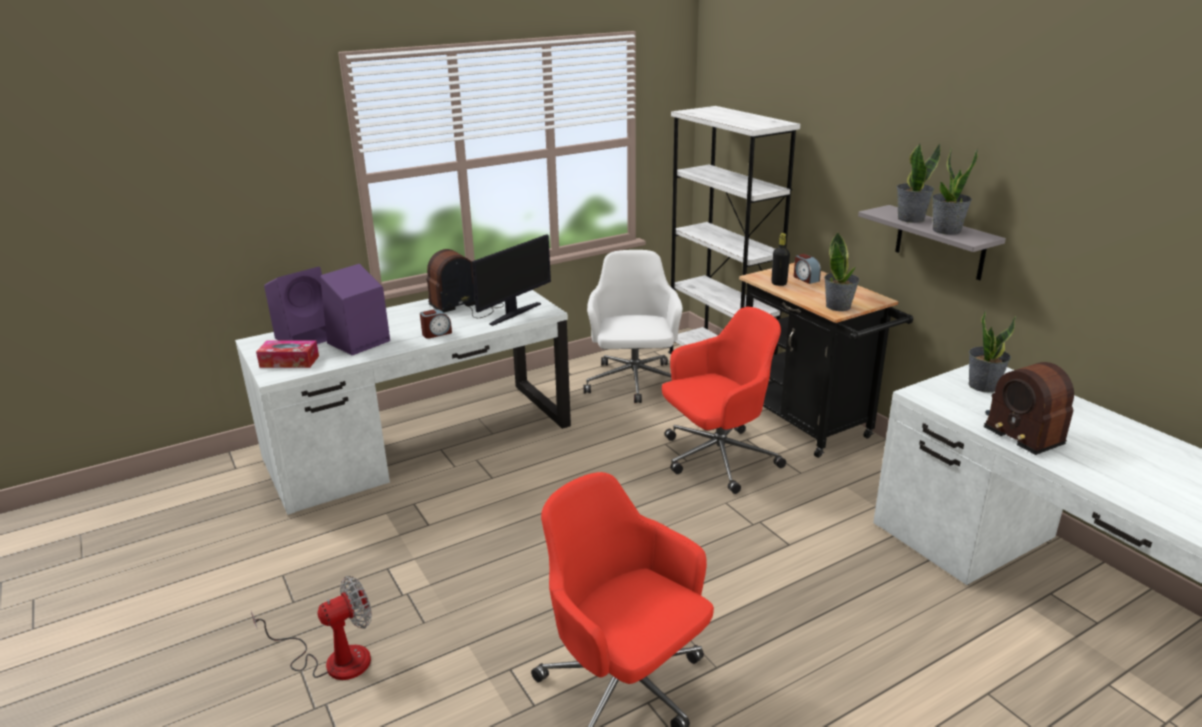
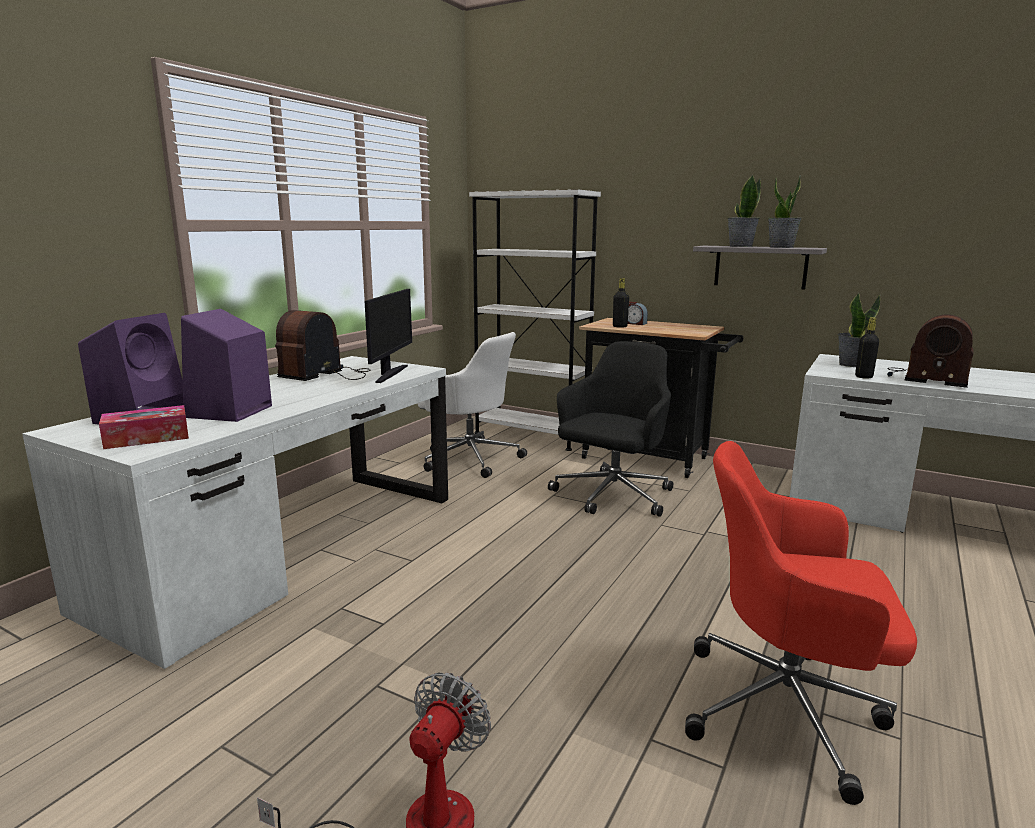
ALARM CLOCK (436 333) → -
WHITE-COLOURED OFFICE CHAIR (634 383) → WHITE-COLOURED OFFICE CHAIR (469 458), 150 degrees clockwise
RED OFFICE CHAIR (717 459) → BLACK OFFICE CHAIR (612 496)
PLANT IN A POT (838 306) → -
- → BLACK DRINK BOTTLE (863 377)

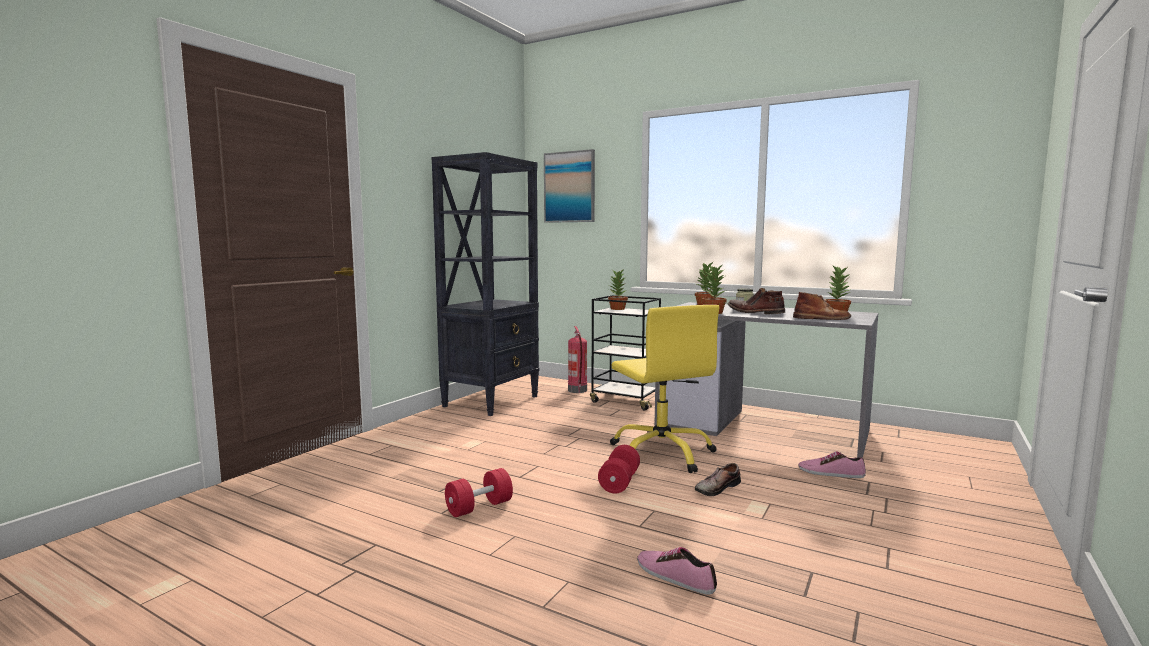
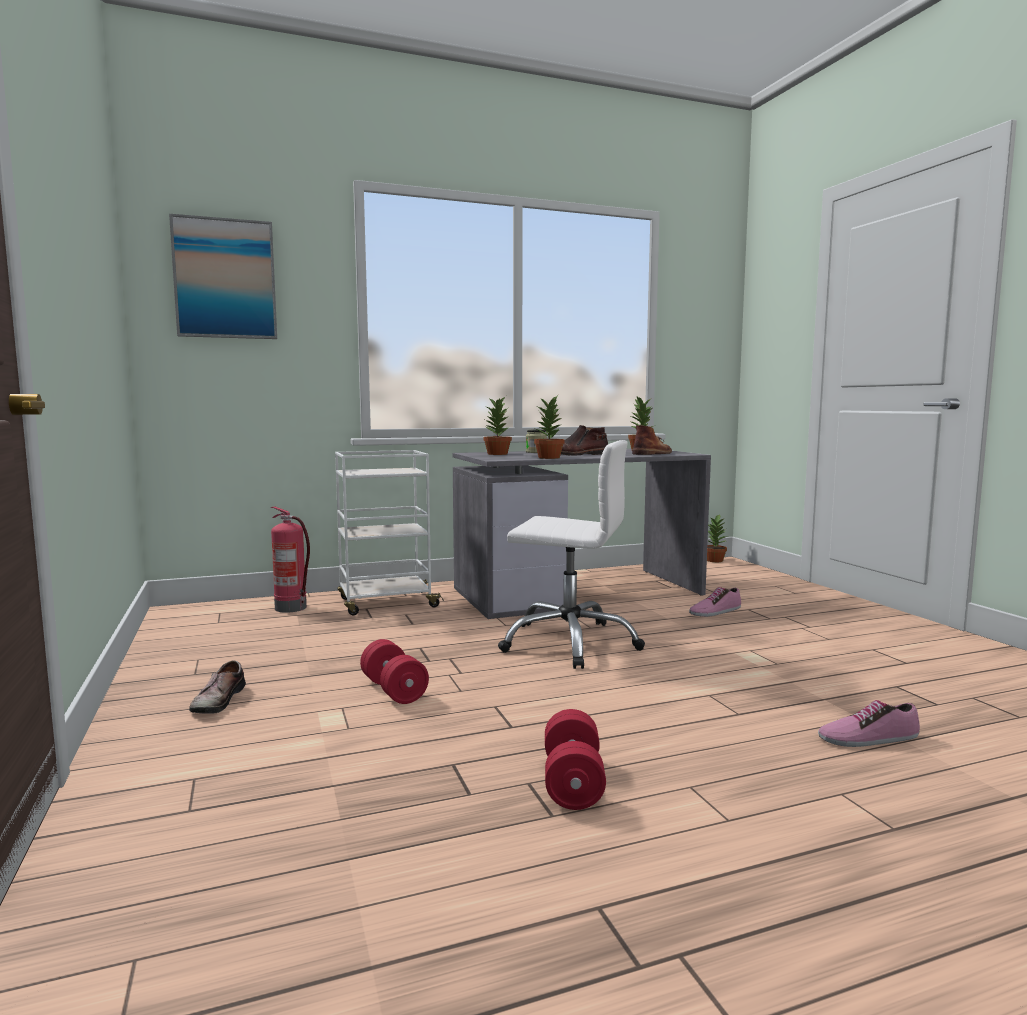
BLACK BOOKSHELF (492 401) → -
BLACK TROLLEY (626 401) → WHITE-COLOURED TROLLEY (386 603)
RED HAND WEIGHT (619 482) → RED HAND WEIGHT (394 690), relocated
PLANT IN A POT (618 309) → PLANT IN A POT (715 560), relocated
YELLOWISH OFFICE CHAIR (662 453) → WHITE-COLOURED OFFICE CHAIR (570 642)
SHOE (716 488) → SHOE (216 701), relocated

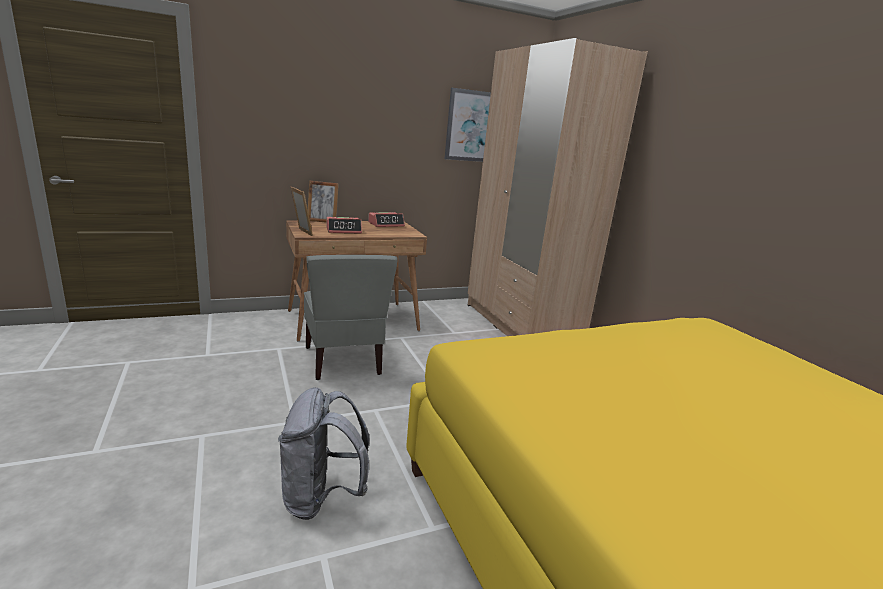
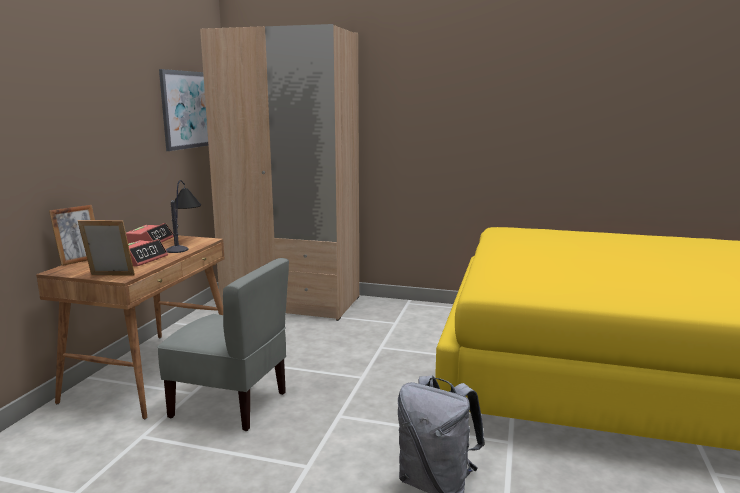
- → TABLETOP LAMP (184 244)

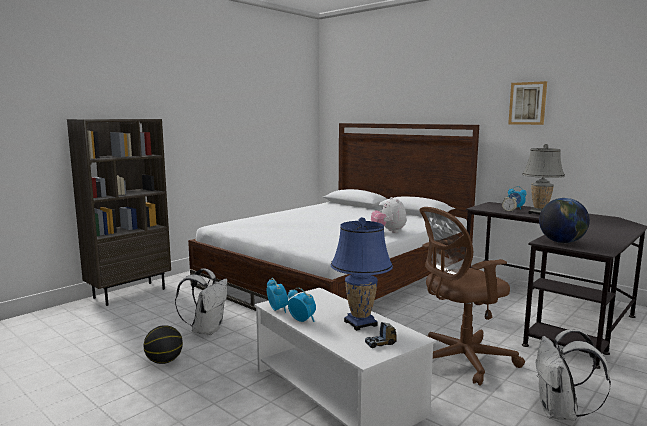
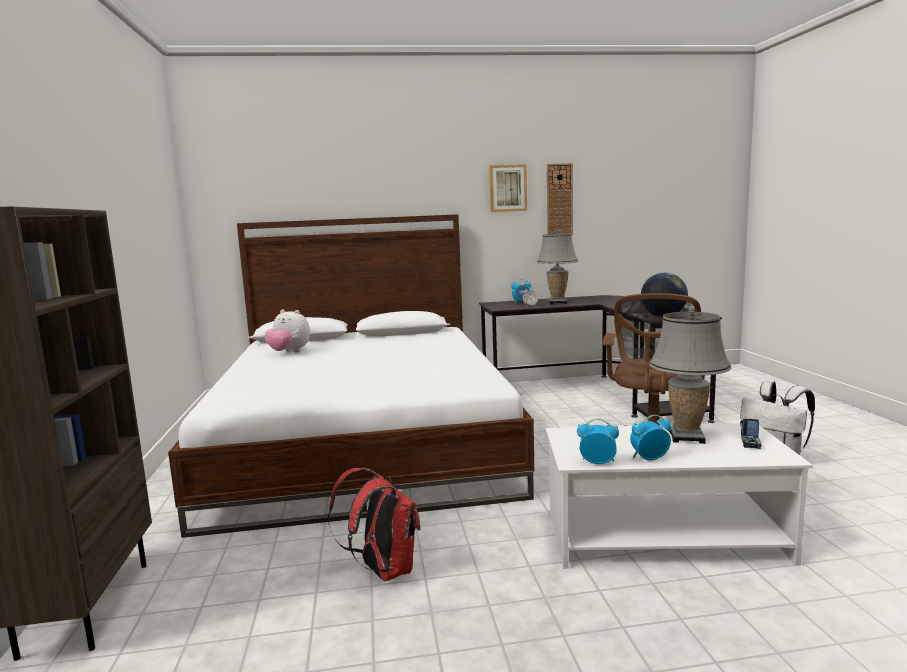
BASKETBALL (164 361) → -
WHITE-COLOURED KNAPSACK (206 330) → RED KNAPSACK (383 570)
BLUE TABLETOP LAMP (360 323) → GREY TABLETOP LAMP (687 437)
SOFT TOY (388 231) → SOFT TOY (289 352), relocated
- → WALL CLOCK (559 200)

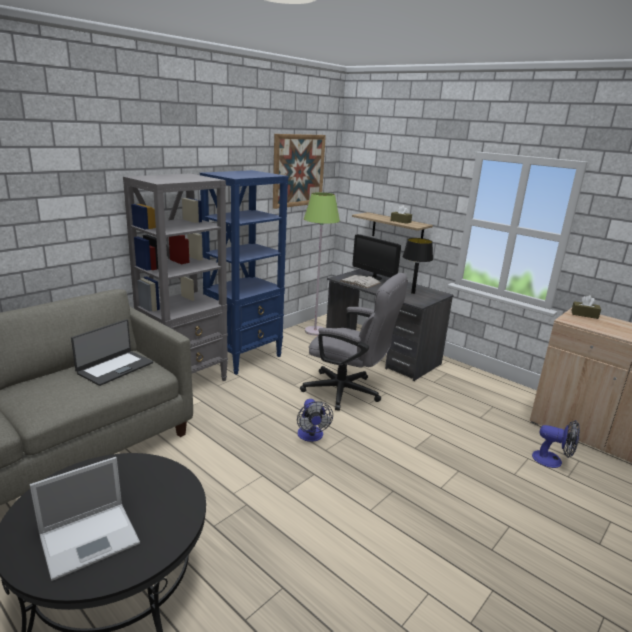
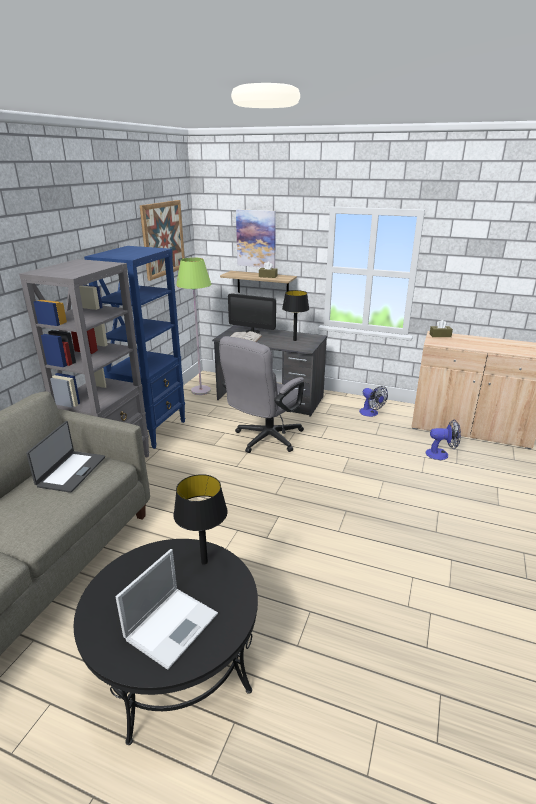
FAN (311 436) → FAN (371 413), relocated
GREY OFFICE CHAIR (348 393) → GREY OFFICE CHAIR (264 440), 120 degrees clockwise
- → BLACK TABLETOP LAMP (204 562)
- → WALL ART (256 238)

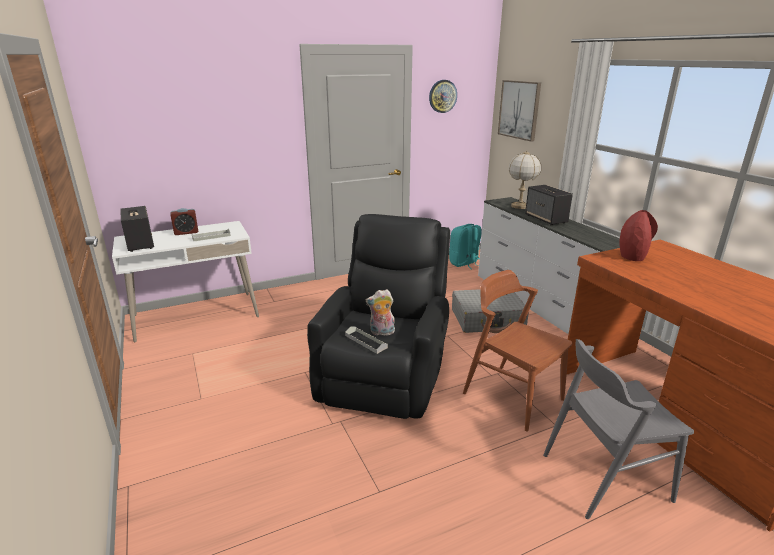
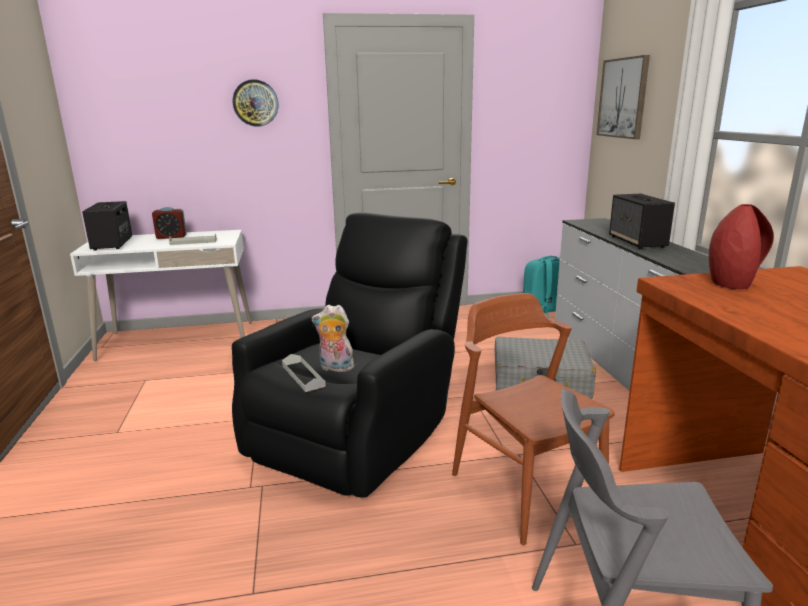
WALL CLOCK (442 96) → WALL CLOCK (255 103), relocated
TABLETOP LAMP (520 206) → -

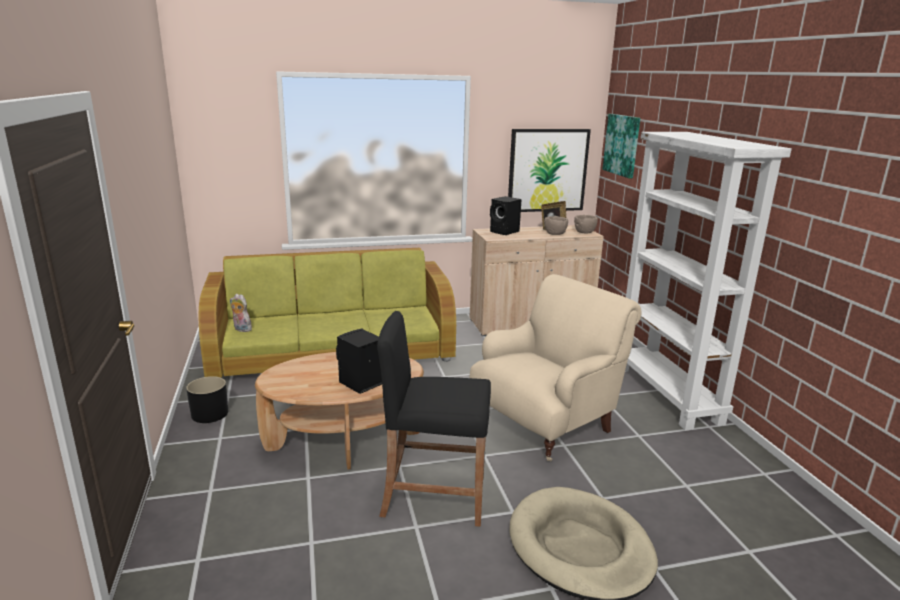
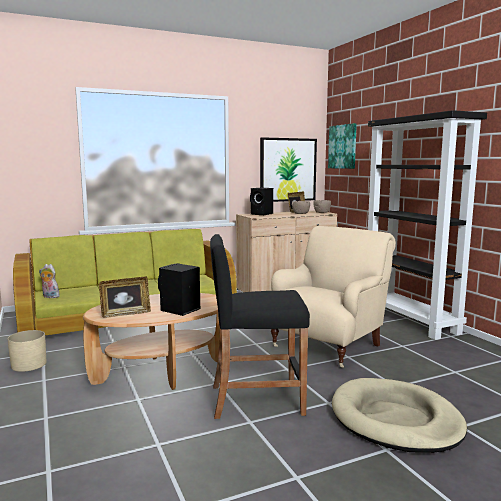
BLACK PLANTER (210 414) → SAND-COLOURED PLANTER (29 365)
WHITE-COLOURED BOOKSHELF (668 394) → BLACK BOOKSHELF (410 320)
- → PHOTO FRAME (125 314)

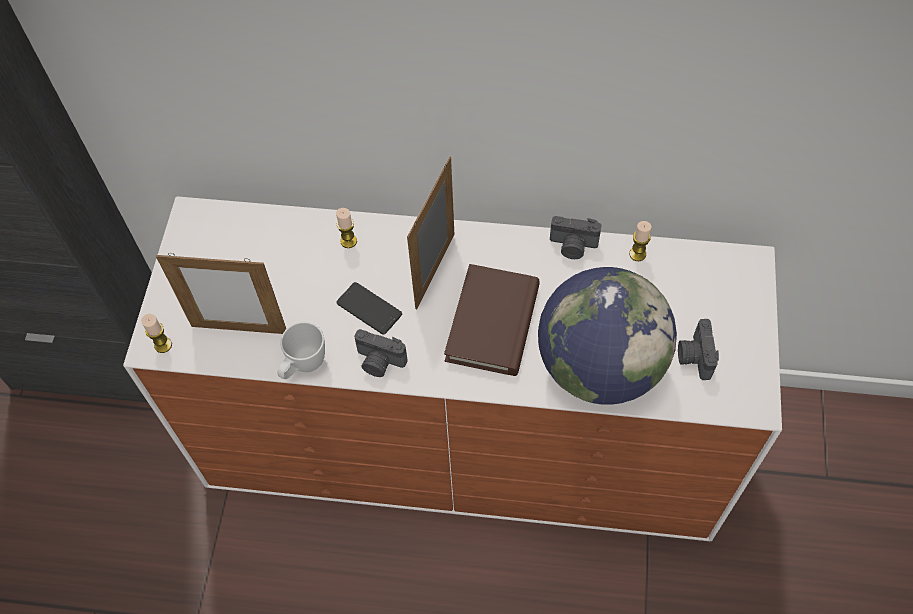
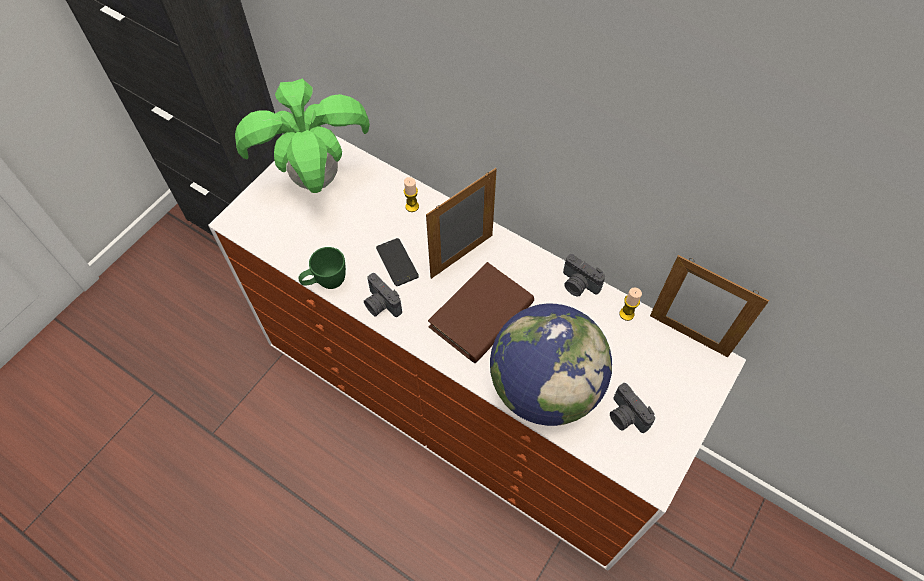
CANDLE (163 345) → -
PHOTO FRAME (239 329) → PHOTO FRAME (688 335), relocated
WHITE-COLOURED TEA MUG (303 367) → GREEN TEA MUG (325 283)
PHOTO CAMERA (694 357) → PHOTO CAMERA (625 416), 60 degrees counterclockwise
- → PLANT IN A POT (316 179)

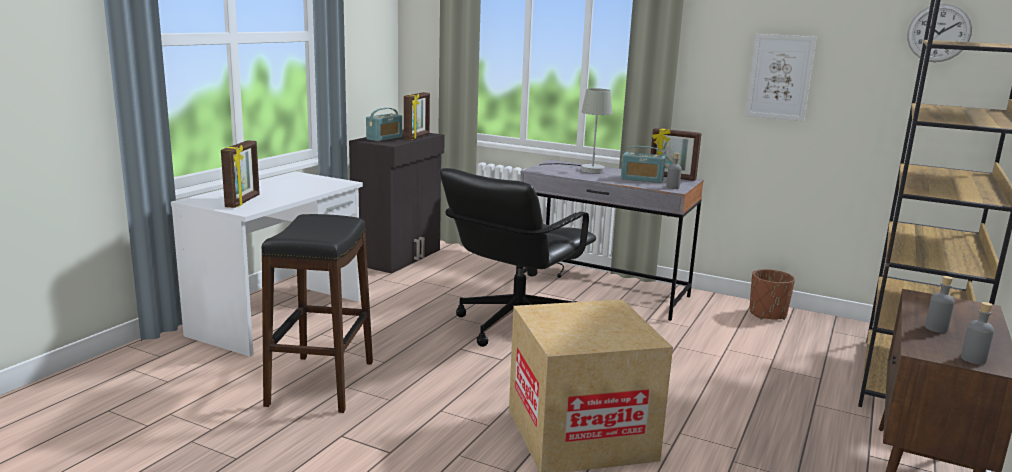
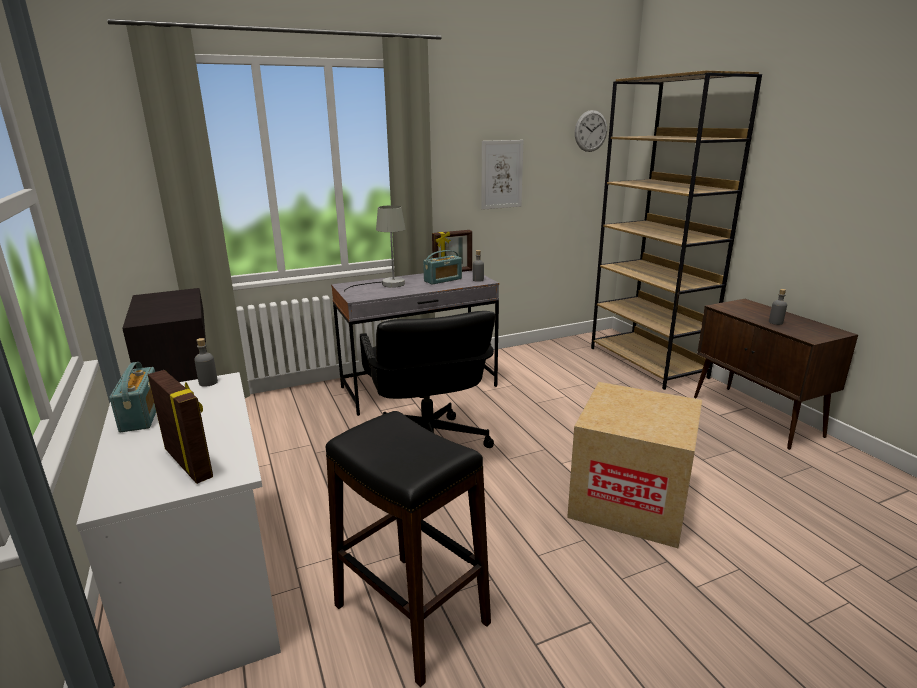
RADIO (384 138) → RADIO (141 415), relocated
PHOTO FRAME (417 137) → -
BROWN PLANTER (767 314) → -
GREY DRINK BOTTLE (973 359) → GREY DRINK BOTTLE (208 382), relocated

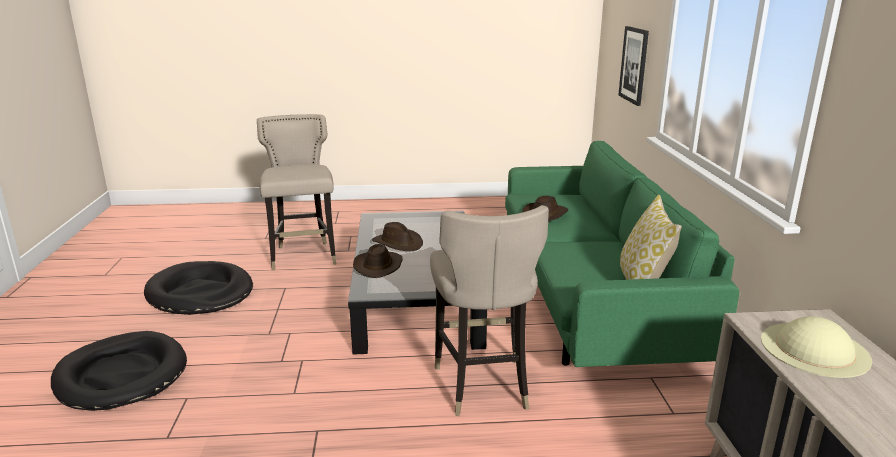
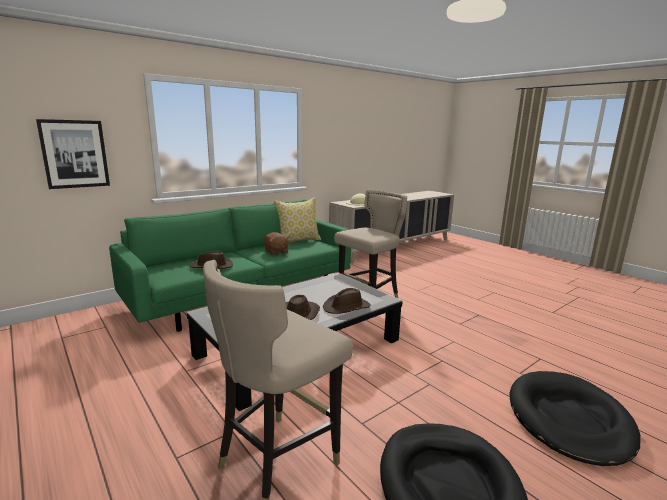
- → BROWN SOFT TOY (276 252)

